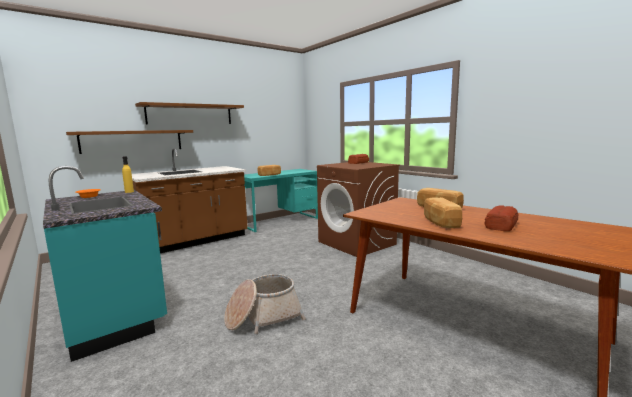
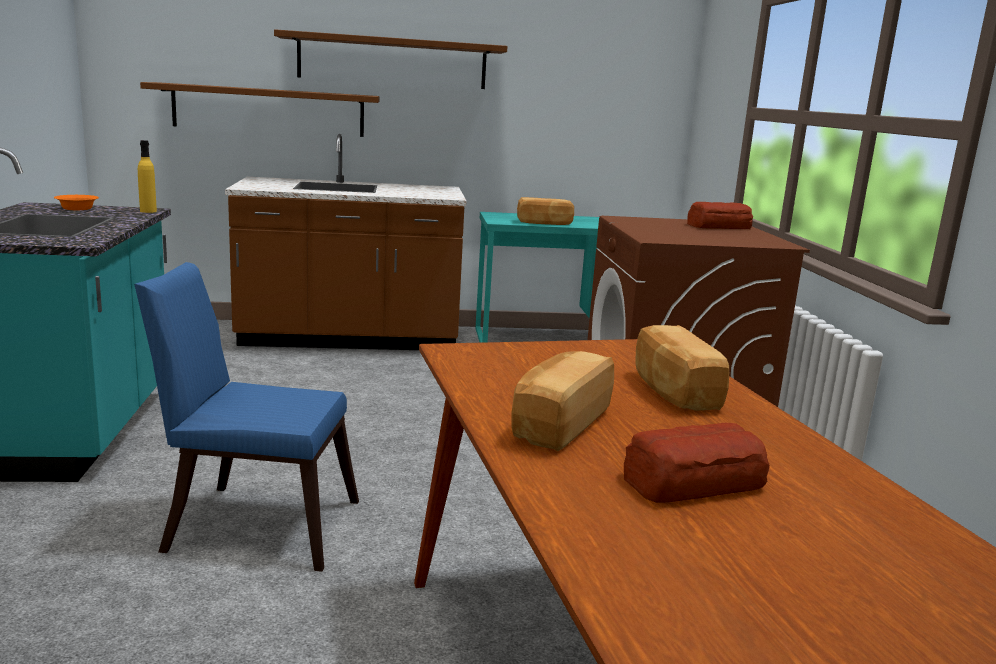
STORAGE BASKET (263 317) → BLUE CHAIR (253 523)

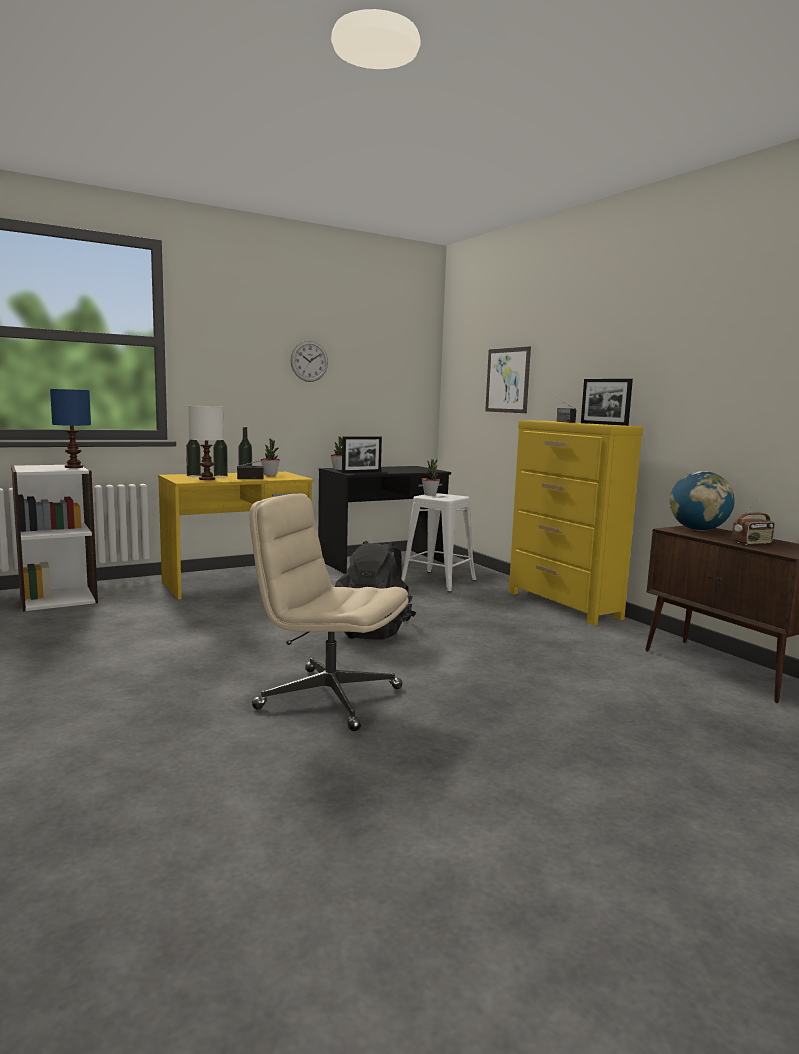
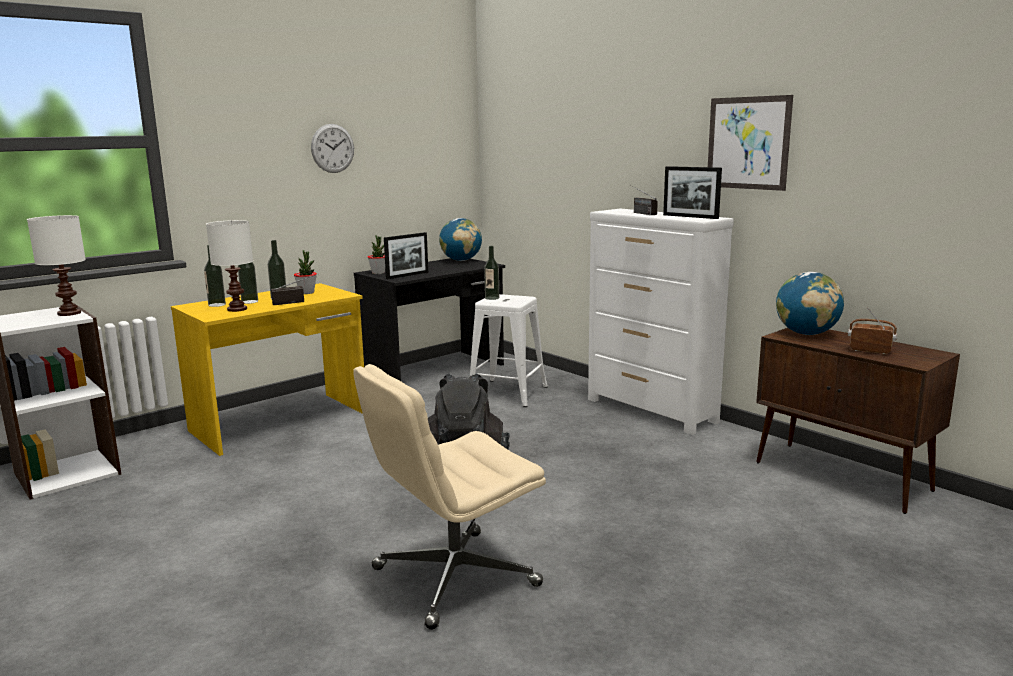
BLUE TABLETOP LAMP (74 467) → WHITE-COLOURED TABLETOP LAMP (70 313)
SAND-COLOURED OFFICE CHAIR (328 698) → SAND-COLOURED OFFICE CHAIR (453 578), 45 degrees counterclockwise
PLANT IN A POT (430 494) → DRINK BOTTLE (492 298)
WALL ART (507 380) → WALL ART (748 143), relocated
YELLOWISH DRESSER (563 605) → WHITE-COLOURED DRESSER (651 411)
RADIO (752 543) → RADIO (870 350), 120 degrees counterclockwise
- → WORLD GLOBE (461 260)

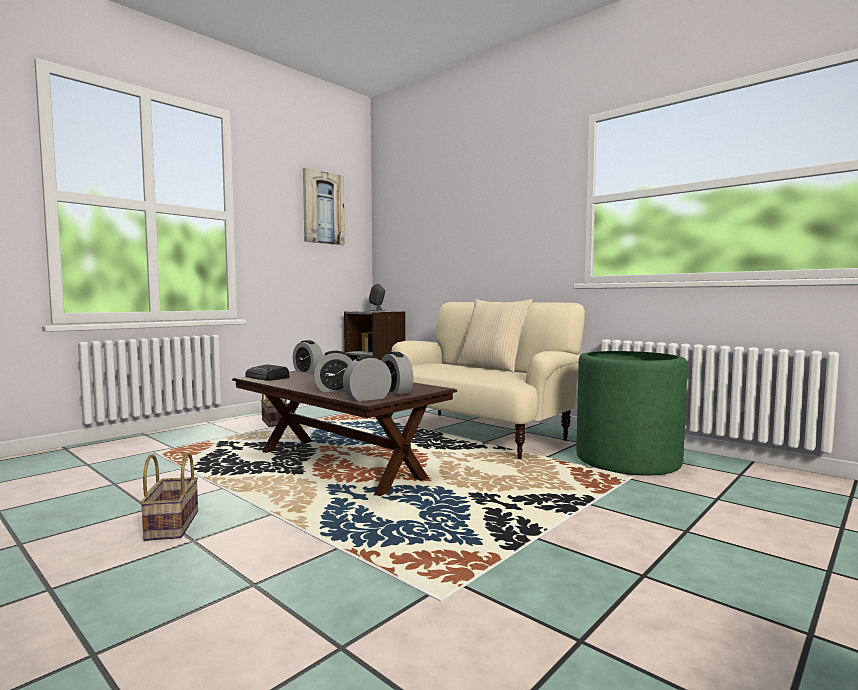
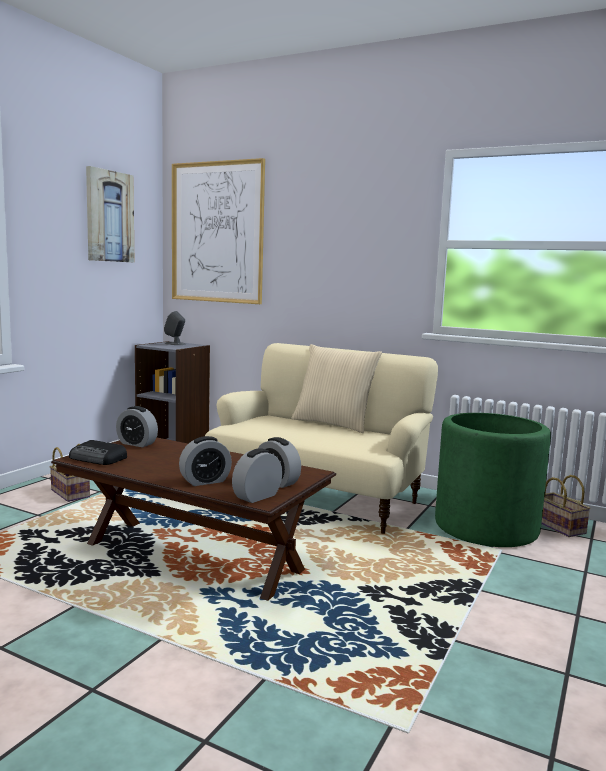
STORAGE BASKET (171 525) → STORAGE BASKET (557 526), relocated
- → WALL ART (217 232)

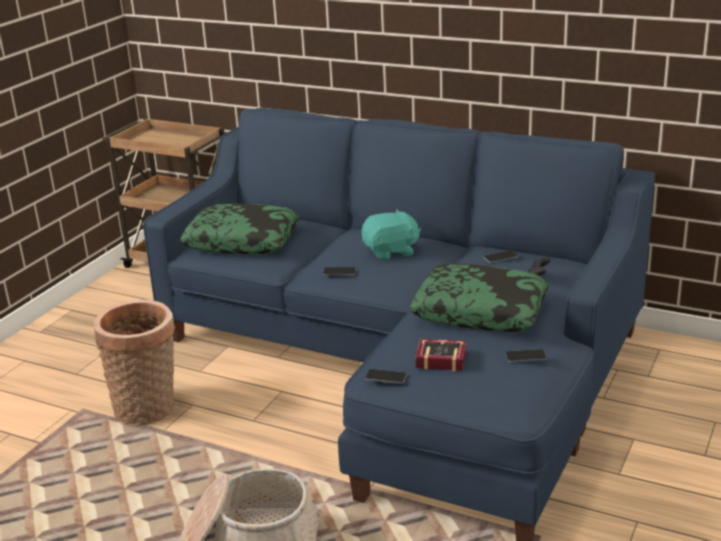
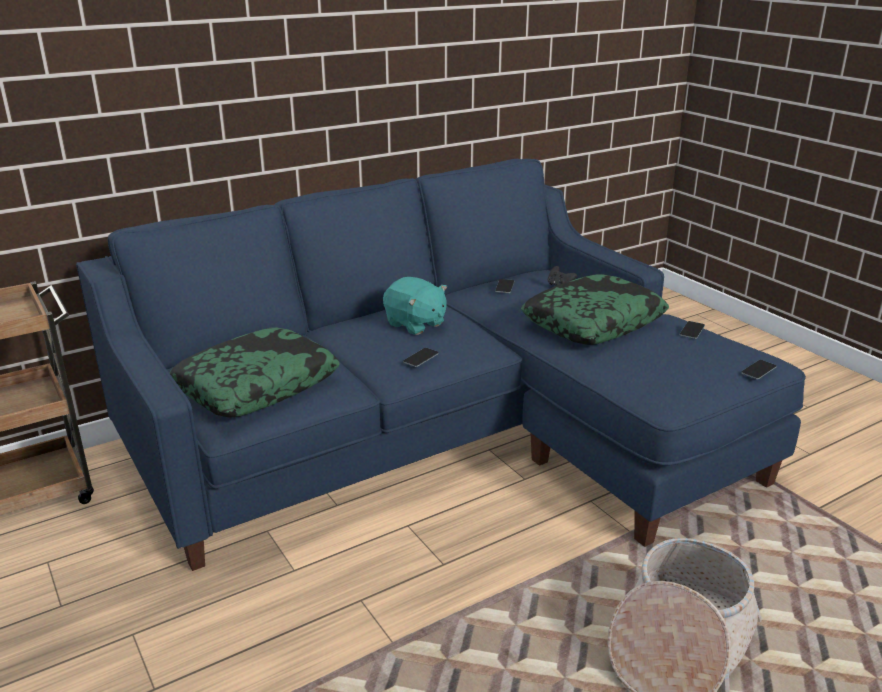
STORAGE BASKET (148 409) → -
TURQUOISE SOFT TOY (391 252) → TURQUOISE SOFT TOY (415 324), 120 degrees clockwise
TELEPHONE (385 376) → TELEPHONE (758 370), relocated
VOLUME (439 359) → -

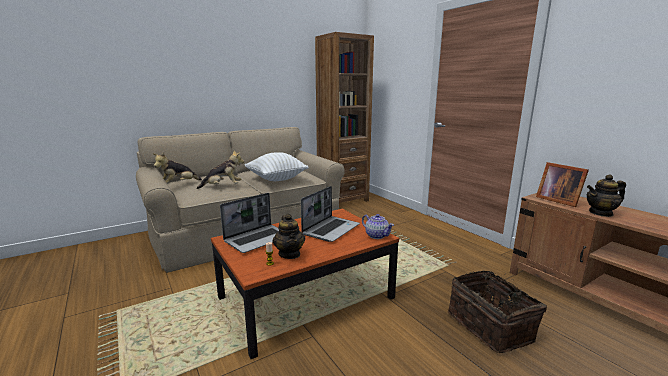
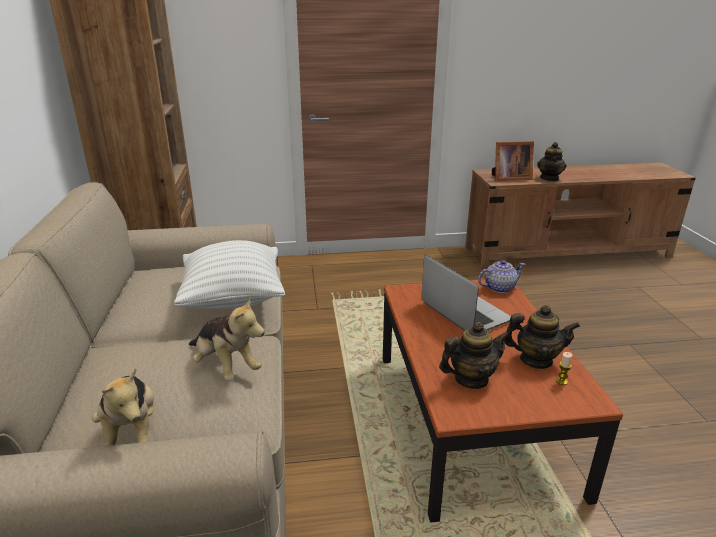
SOFT TOY (223 187) → SOFT TOY (225 366), 120 degrees clockwise
NOTEBOOK COMPUTER (258 239) → TEA POT (471 379)
STORAGE BASKET (491 326) → -

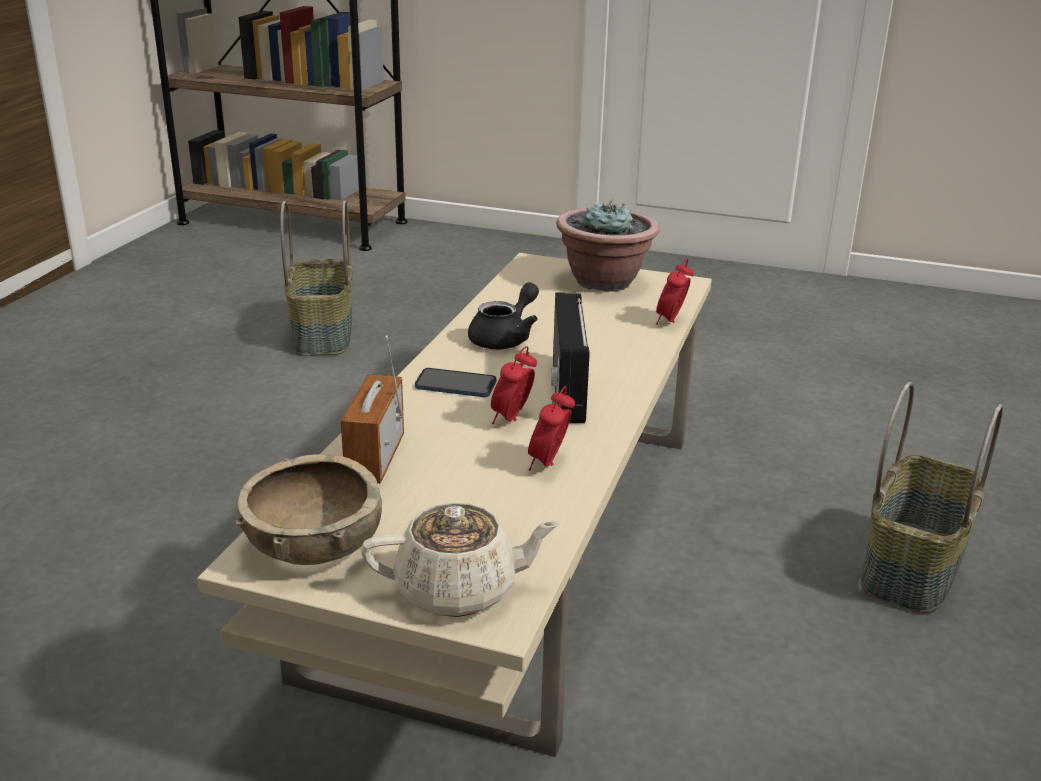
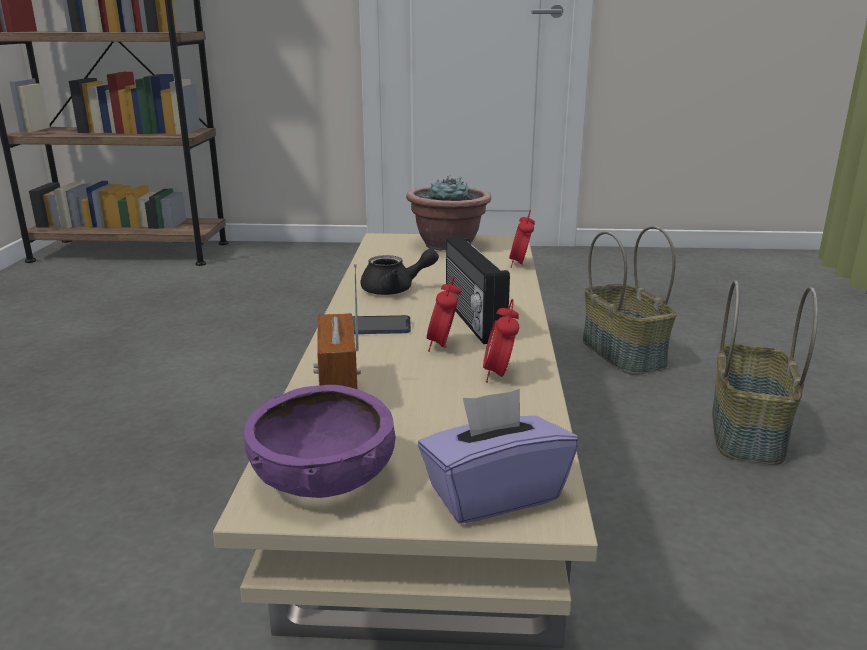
BROWN DEEP DISH (314 544) → PURPLE-COLOURED DEEP DISH (323 477)
STORAGE BASKET (324 334) → STORAGE BASKET (624 354), relocated
SAND-COLOURED TEA POT (459 590) → PURPLE-COLOURED BOX OF TISSUES (493 494)
BLACK TEA POT (505 338) → BLACK TEA POT (395 289), 60 degrees clockwise

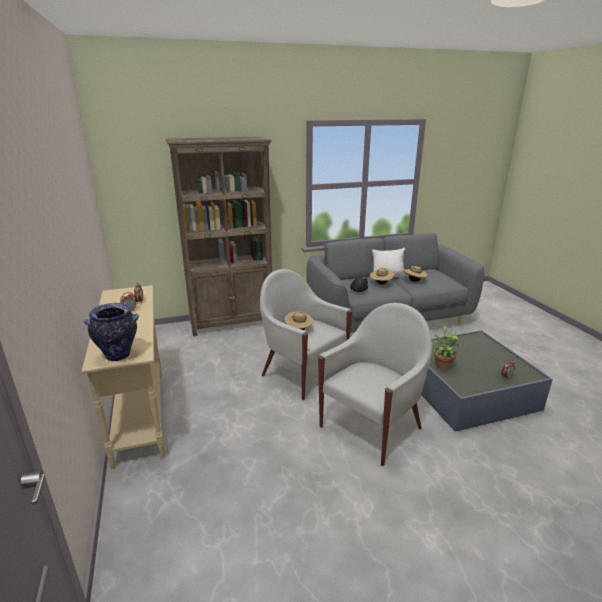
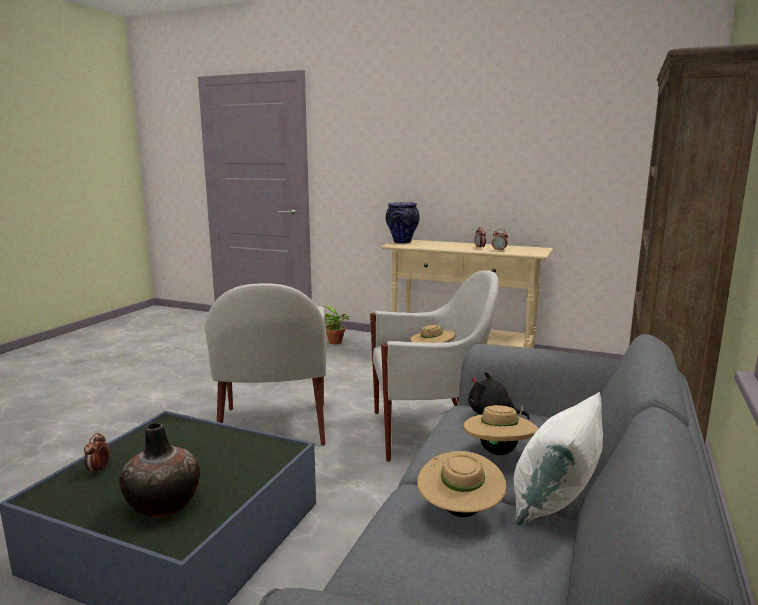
PLANT IN A POT (442 365) → PLANT IN A POT (337 342), relocated
- → FLOWER VASE (164 504)

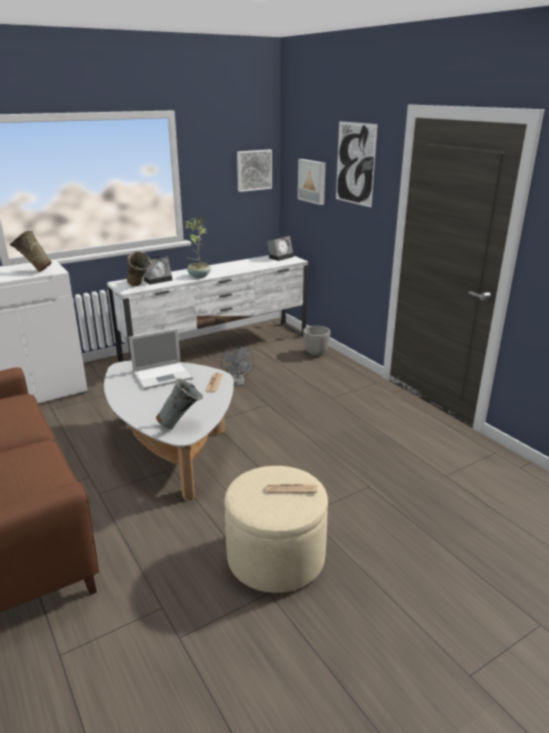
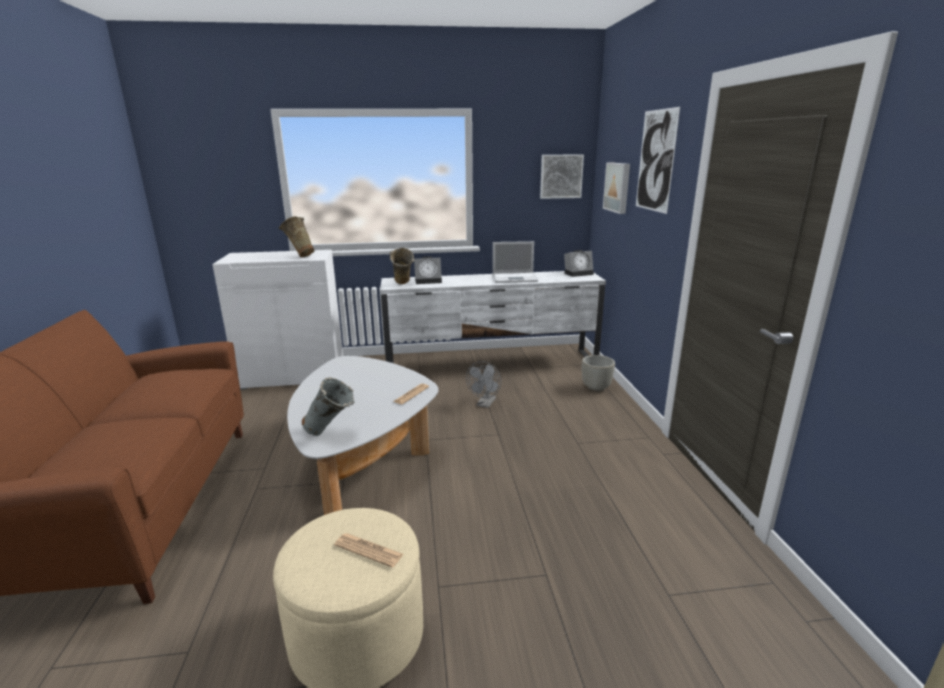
NOTEBOOK COMPUTER (163 375) → NOTEBOOK COMPUTER (515 278), relocated
PLANT IN A POT (198 276) → -

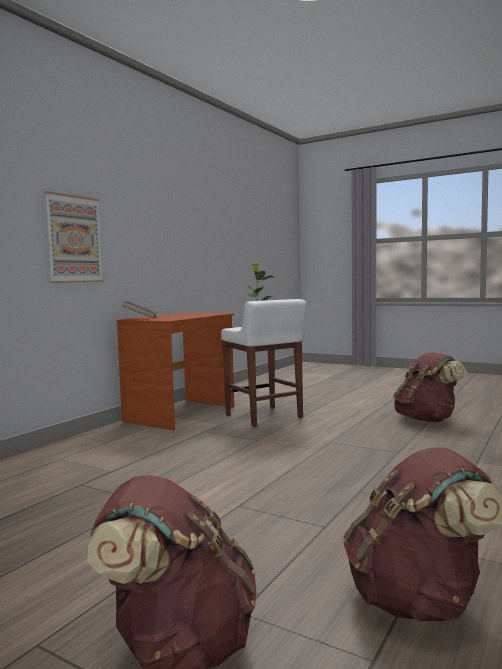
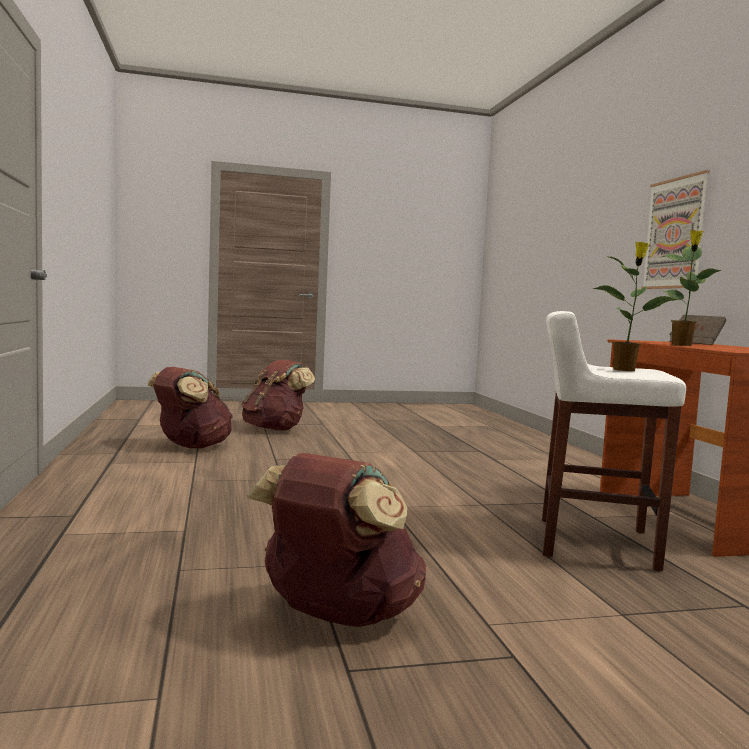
- → PLANT IN A POT (682 345)

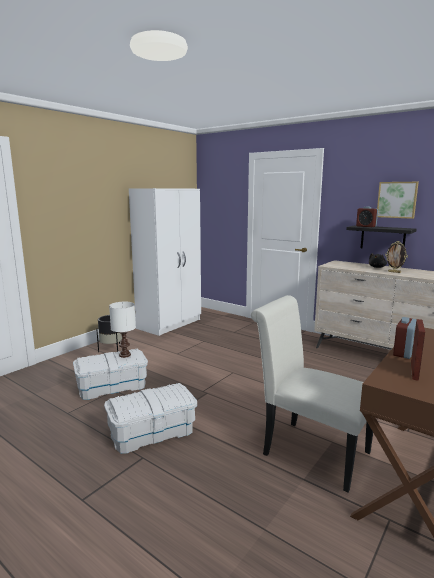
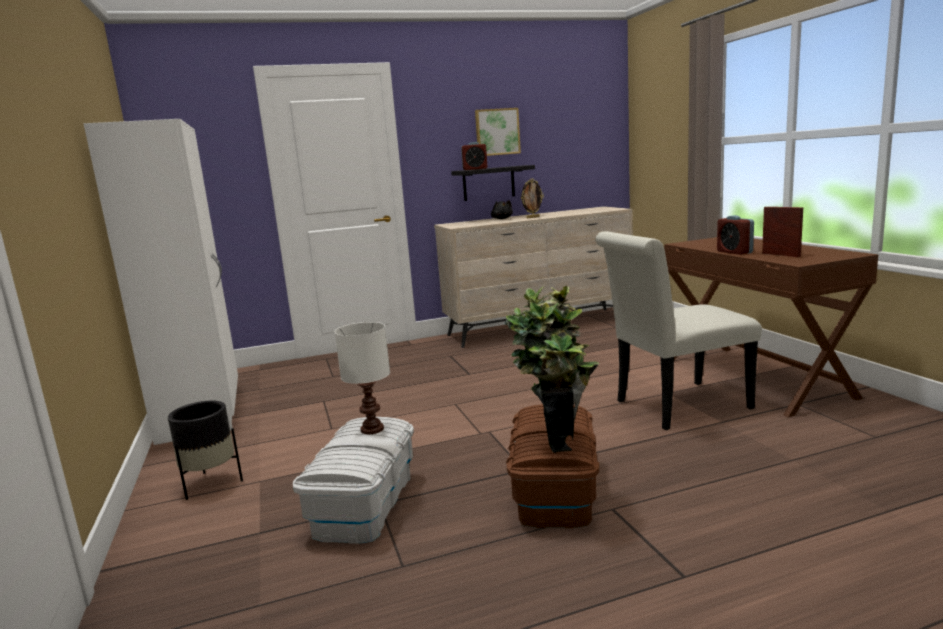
WHITE-COLOURED STORAGE BIN (152 432) → BROWN STORAGE BIN (554 490)
- → PLANT IN A POT (556 437)

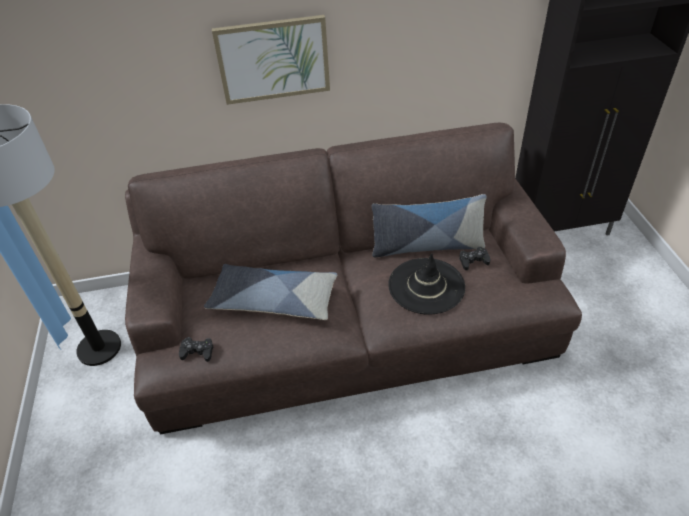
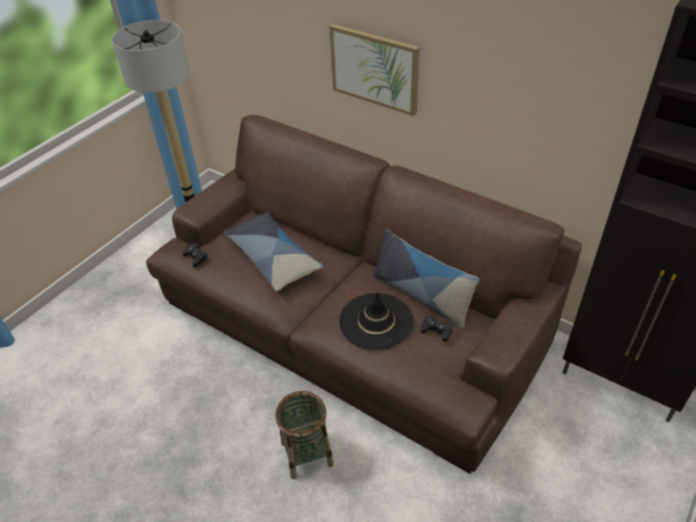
- → STORAGE BASKET (307 454)

